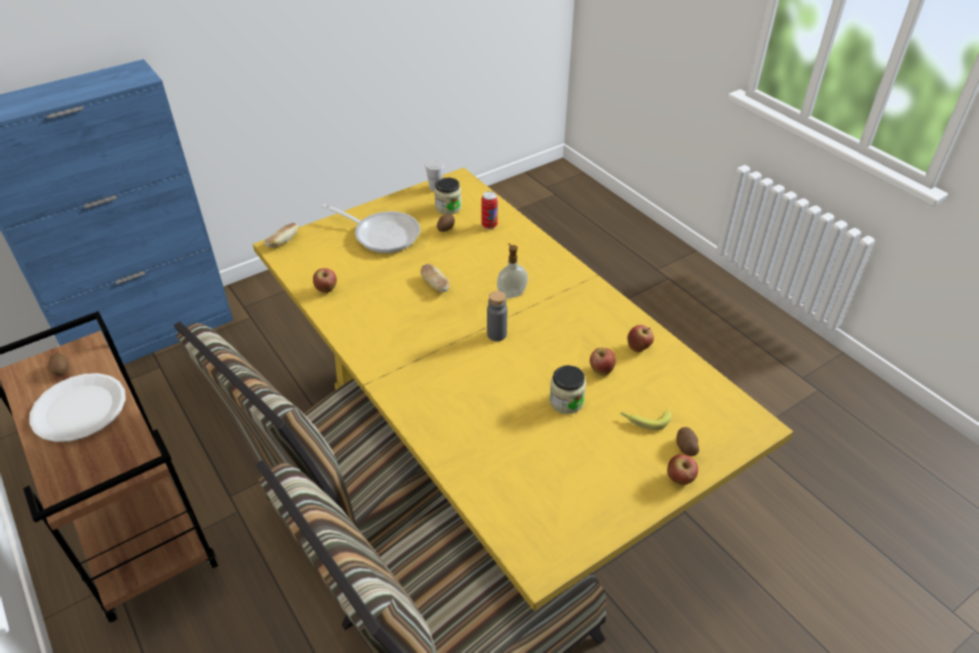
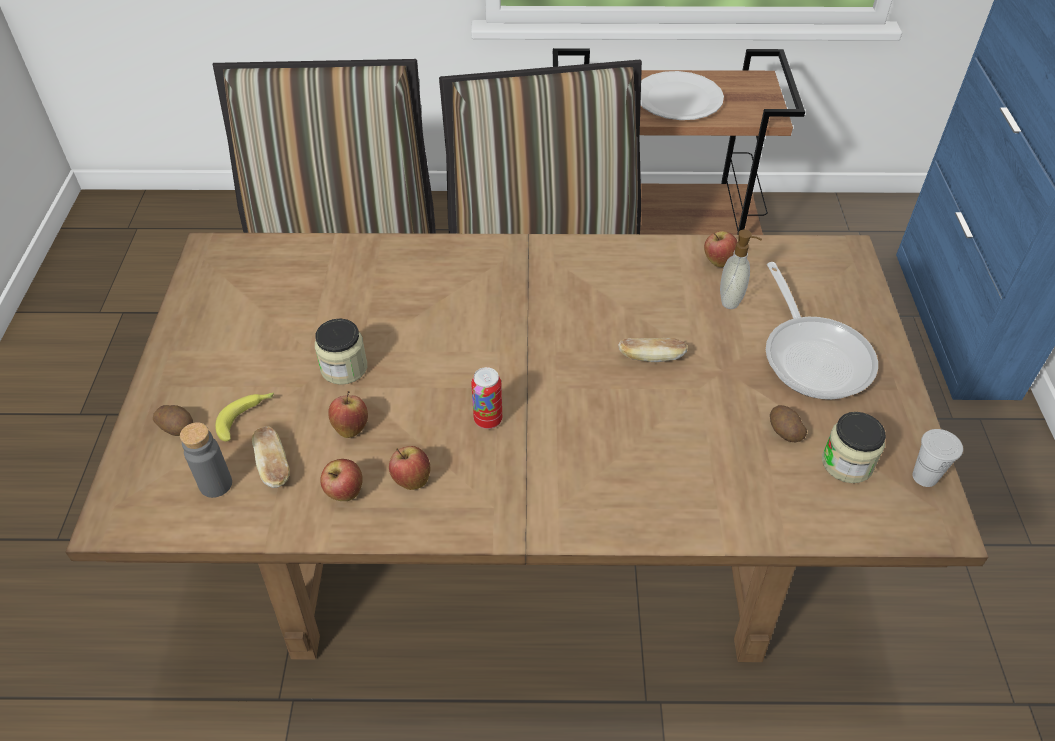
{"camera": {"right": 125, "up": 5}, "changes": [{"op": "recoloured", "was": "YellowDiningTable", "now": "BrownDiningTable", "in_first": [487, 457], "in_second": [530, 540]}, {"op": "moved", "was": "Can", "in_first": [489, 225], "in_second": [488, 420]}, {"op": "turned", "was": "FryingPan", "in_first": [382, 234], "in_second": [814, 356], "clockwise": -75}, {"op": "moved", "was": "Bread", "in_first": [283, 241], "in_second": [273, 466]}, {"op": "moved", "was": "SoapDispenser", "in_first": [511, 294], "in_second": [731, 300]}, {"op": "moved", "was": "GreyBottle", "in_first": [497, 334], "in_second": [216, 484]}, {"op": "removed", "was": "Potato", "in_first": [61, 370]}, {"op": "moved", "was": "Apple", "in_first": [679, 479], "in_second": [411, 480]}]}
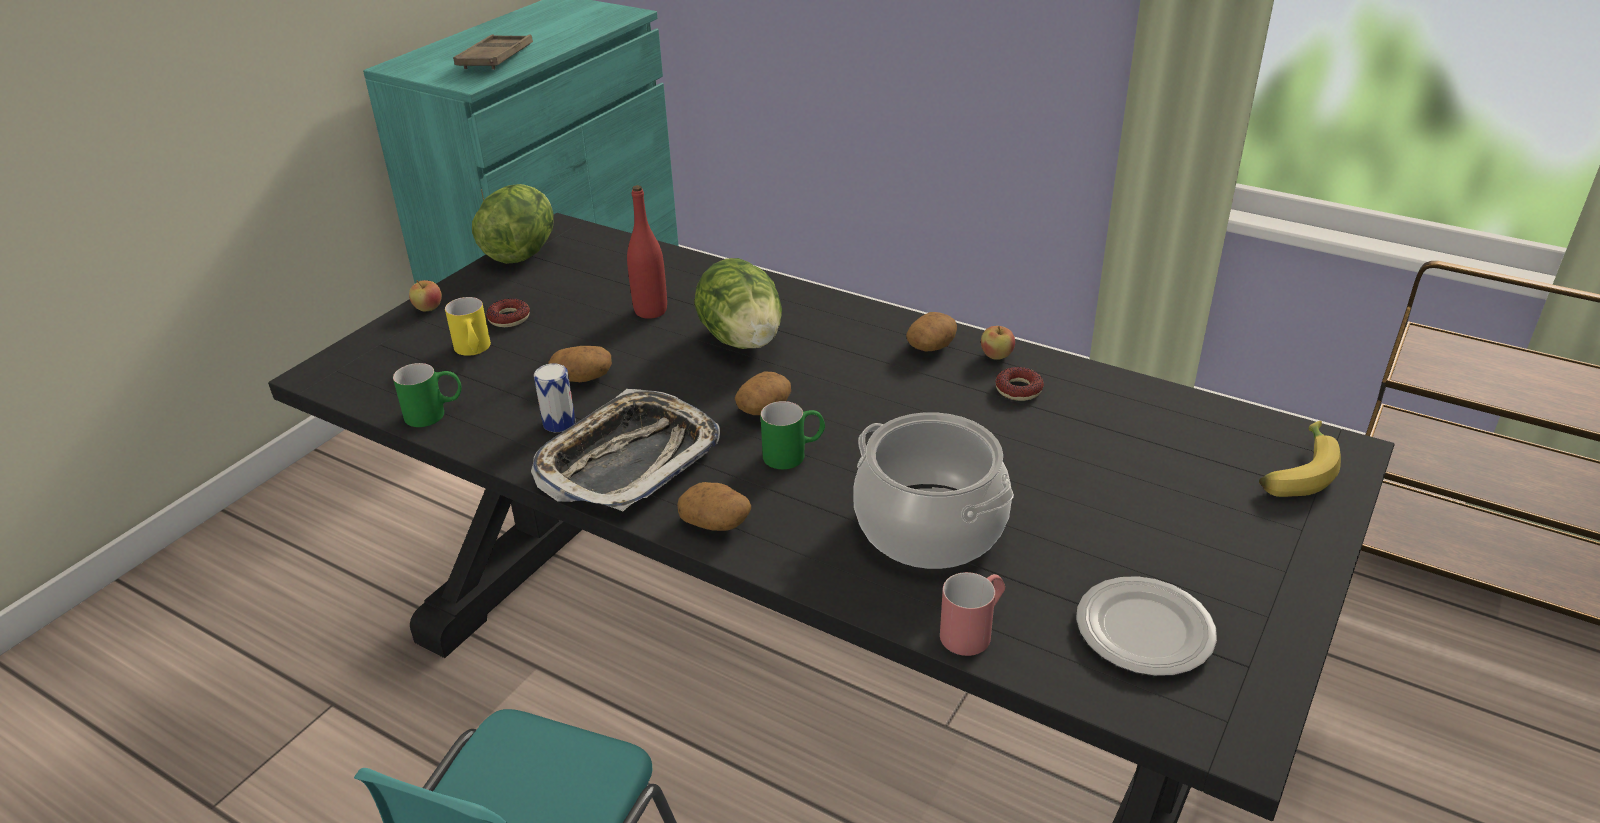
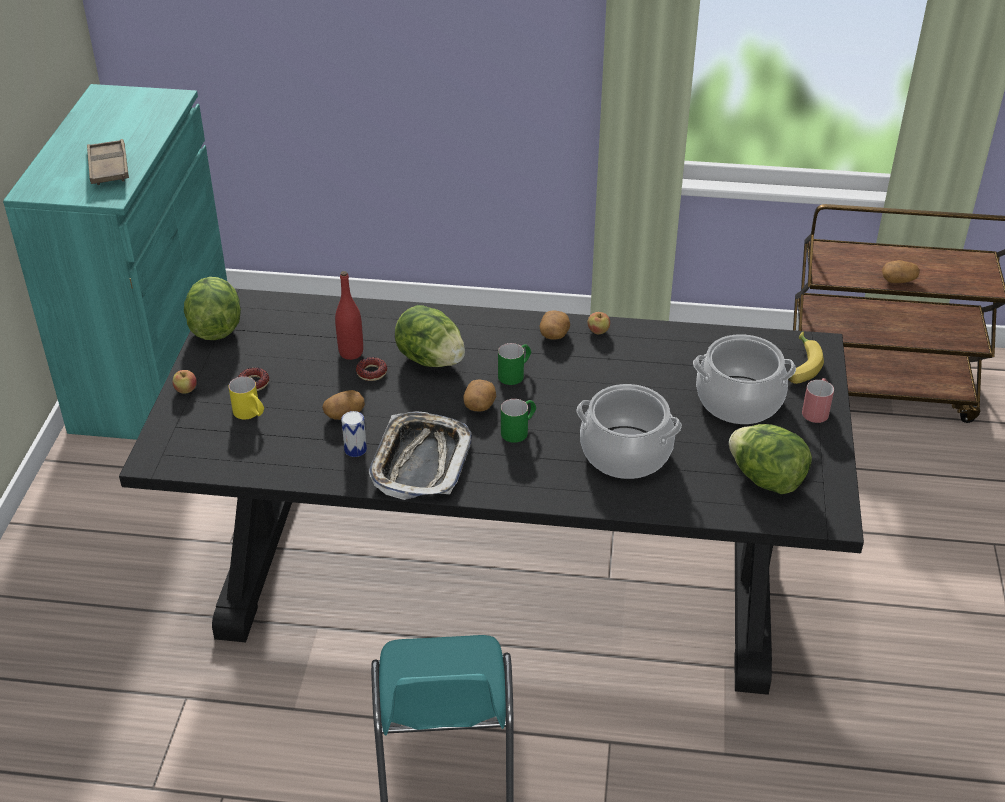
{"camera": {"right": -25, "up": 5}, "changes": [{"op": "moved", "was": "GreenMug", "in_first": [435, 413], "in_second": [515, 373]}, {"op": "moved", "was": "Donut", "in_first": [1018, 389], "in_second": [371, 372]}, {"op": "moved", "was": "Potato", "in_first": [716, 522], "in_second": [898, 280]}, {"op": "moved", "was": "RedMug", "in_first": [973, 630], "in_second": [816, 409]}, {"op": "replaced", "was": "Plate", "now": "Lettuce", "in_first": [1143, 632], "in_second": [766, 479]}, {"op": "added", "now": "CookingPot", "in_second": [739, 401]}]}
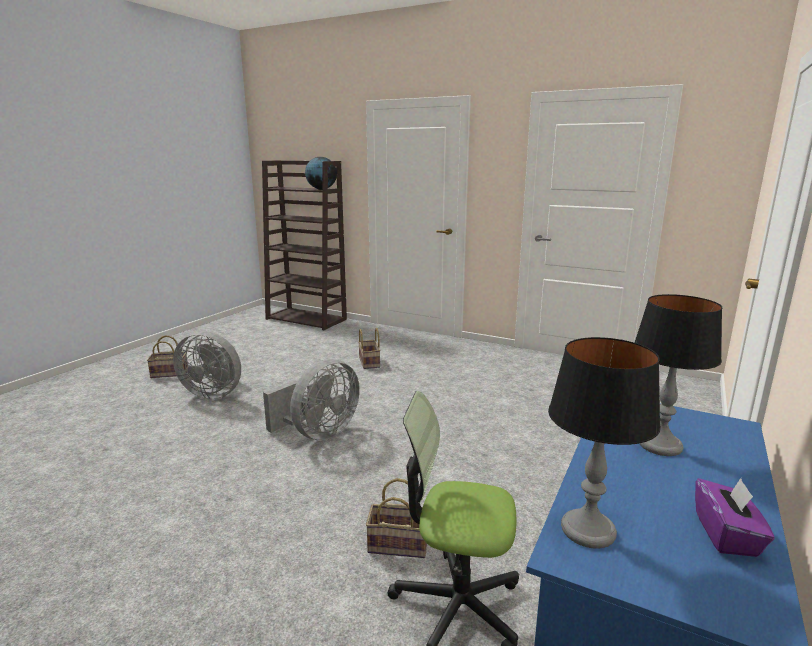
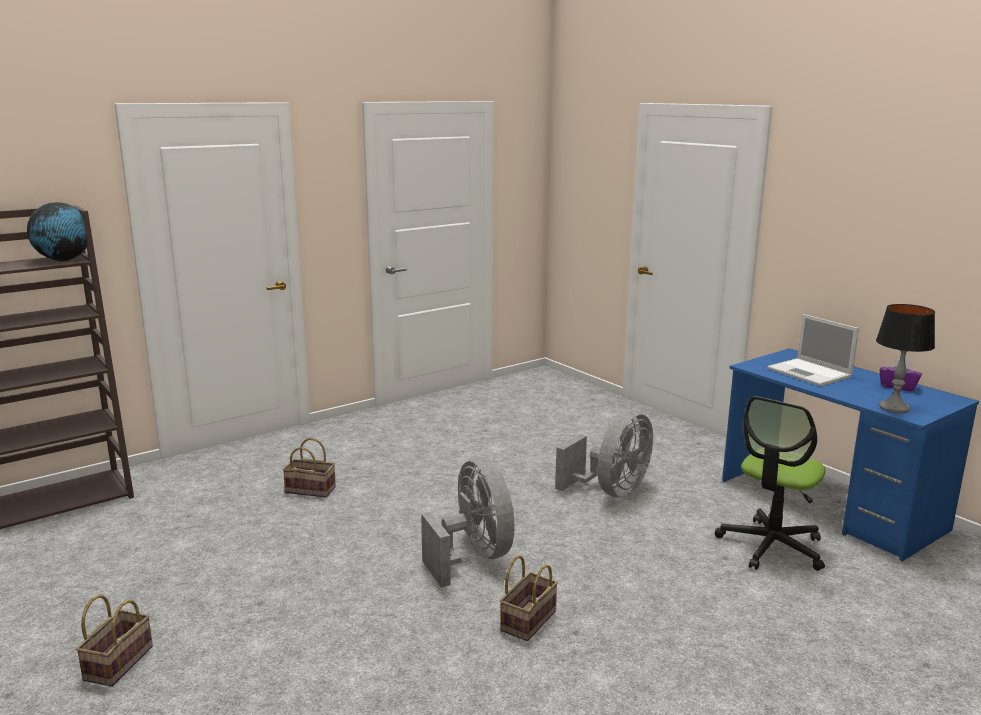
{"camera": {"right": -65, "up": 0}, "changes": [{"op": "replaced", "was": "TableLamp", "now": "Laptop", "in_first": [660, 445], "in_second": [810, 373]}, {"op": "moved", "was": "GreyFan", "in_first": [214, 393], "in_second": [612, 491]}, {"op": "moved", "was": "Basket", "in_first": [400, 544], "in_second": [528, 620]}]}
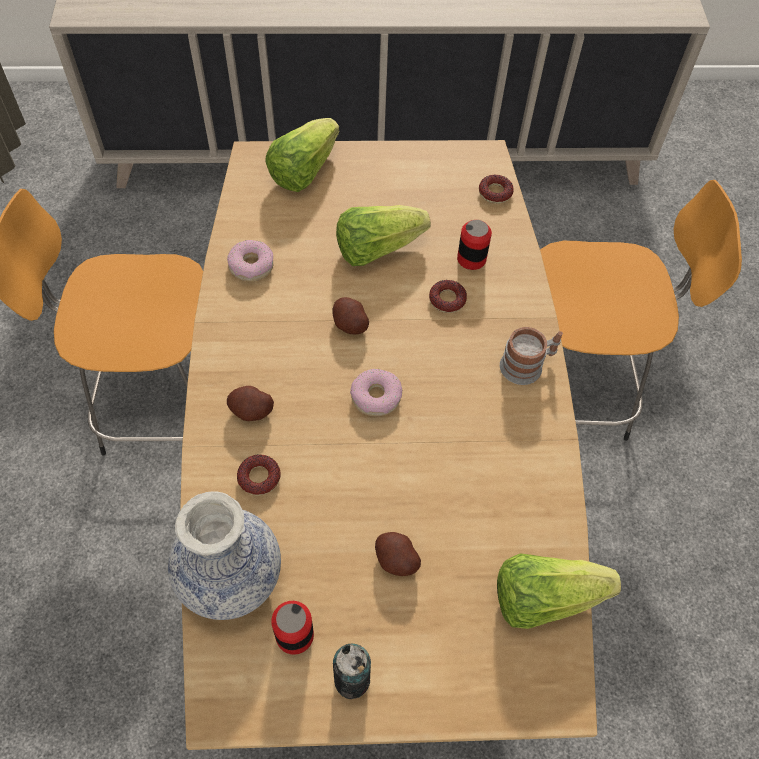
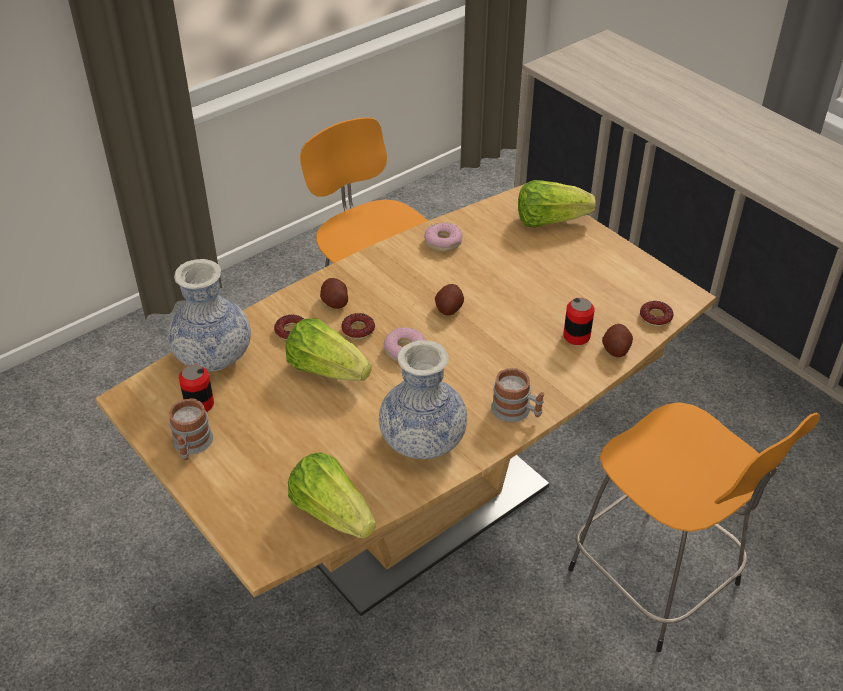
{"camera": {"right": 55, "up": -15}, "changes": [{"op": "moved", "was": "Lettuce", "in_first": [377, 248], "in_second": [326, 369]}, {"op": "moved", "was": "Donut", "in_first": [447, 299], "in_second": [358, 330]}, {"op": "moved", "was": "Potato", "in_first": [396, 560], "in_second": [616, 349]}, {"op": "replaced", "was": "Can", "now": "Mug", "in_first": [352, 680], "in_second": [191, 446]}, {"op": "added", "now": "Vase", "in_second": [423, 441]}]}
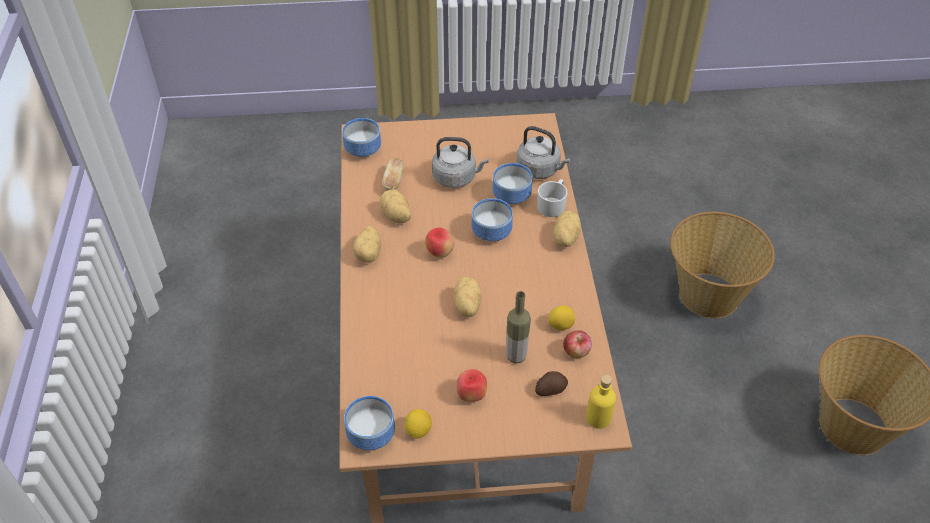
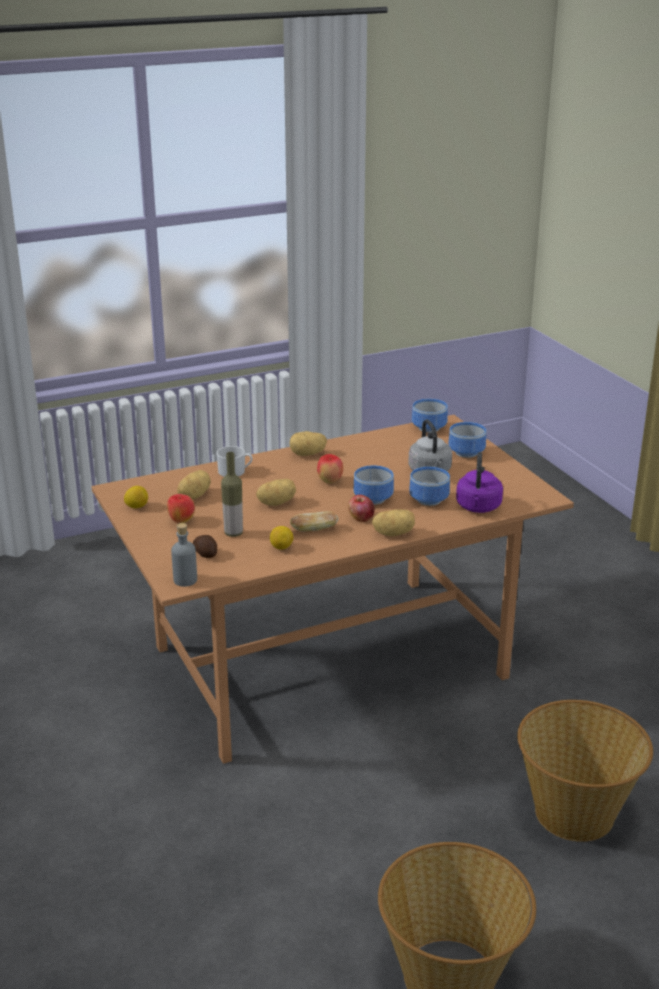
{"camera": {"right": 70, "up": -20}, "changes": [{"op": "recoloured", "was": "GreyKettle", "now": "PurpleKettle", "in_first": [540, 170], "in_second": [478, 508]}, {"op": "moved", "was": "Bread", "in_first": [393, 181], "in_second": [314, 529]}, {"op": "moved", "was": "WhiteMug", "in_first": [552, 205], "in_second": [235, 472]}, {"op": "moved", "was": "Potato", "in_first": [396, 216], "in_second": [193, 496]}, {"op": "moved", "was": "Apple", "in_first": [576, 352], "in_second": [361, 517]}, {"op": "recoloured", "was": "YellowBottle", "now": "GreyBottle", "in_first": [598, 418], "in_second": [185, 580]}, {"op": "moved", "was": "Bowl", "in_first": [373, 435], "in_second": [467, 453]}]}
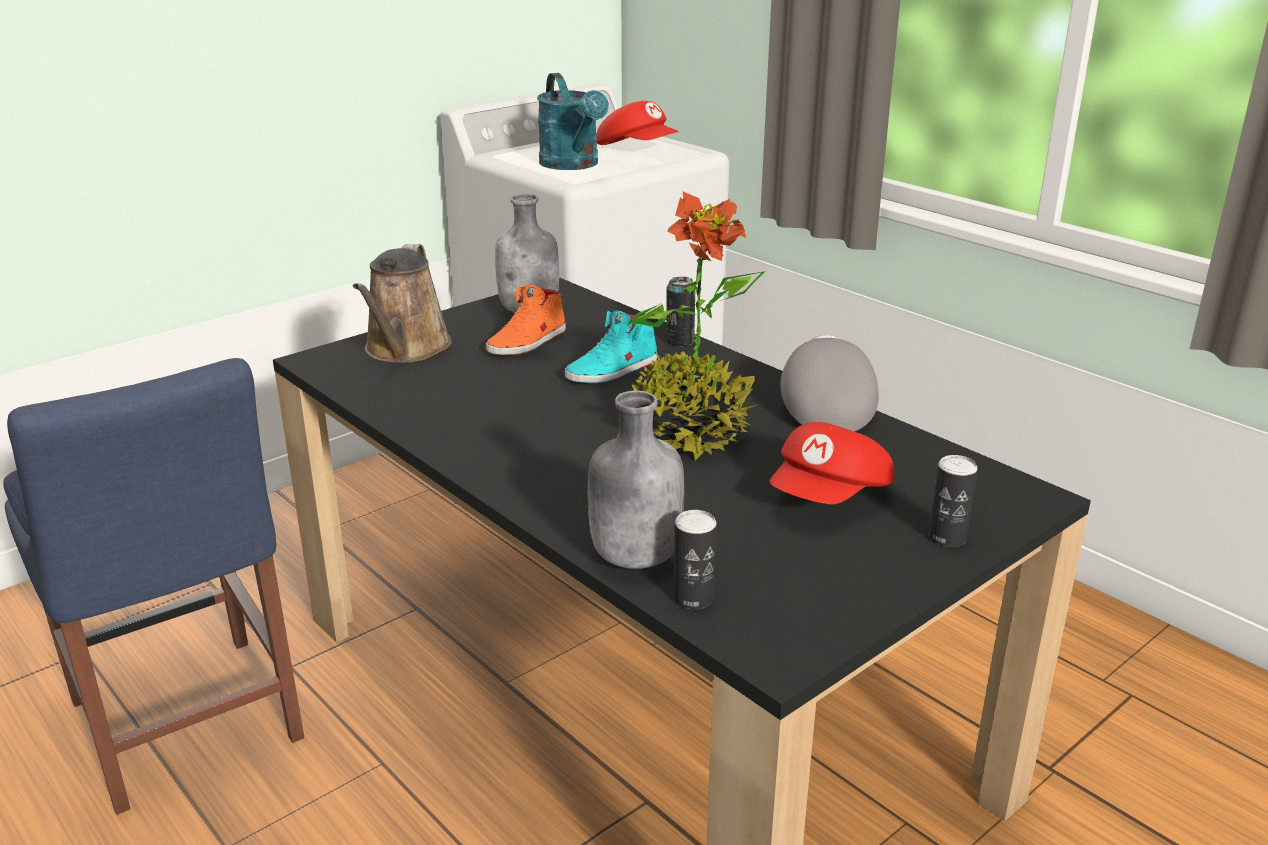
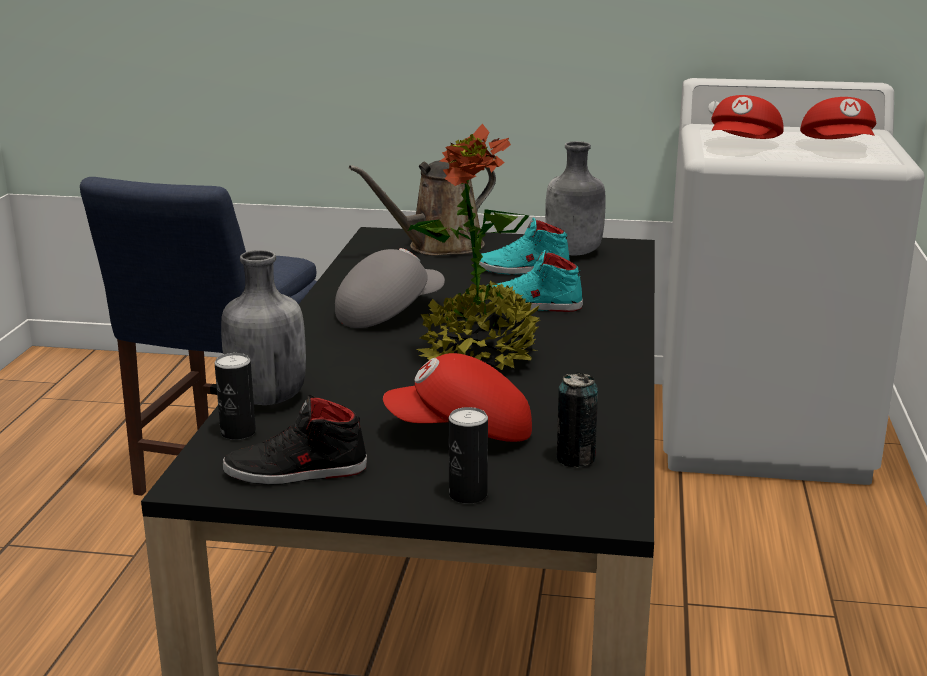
{"camera": {"right": 50, "up": -5}, "changes": [{"op": "replaced", "was": "TurquoiseWateringCan", "now": "RedCap", "in_first": [573, 165], "in_second": [744, 146]}, {"op": "moved", "was": "Can", "in_first": [680, 341], "in_second": [575, 459]}, {"op": "recoloured", "was": "OrangeShoe", "now": "TurquoiseShoe", "in_first": [528, 342], "in_second": [522, 269]}, {"op": "moved", "was": "GreyCap", "in_first": [823, 408], "in_second": [388, 312]}, {"op": "added", "now": "BlackShoe", "in_second": [296, 472]}]}
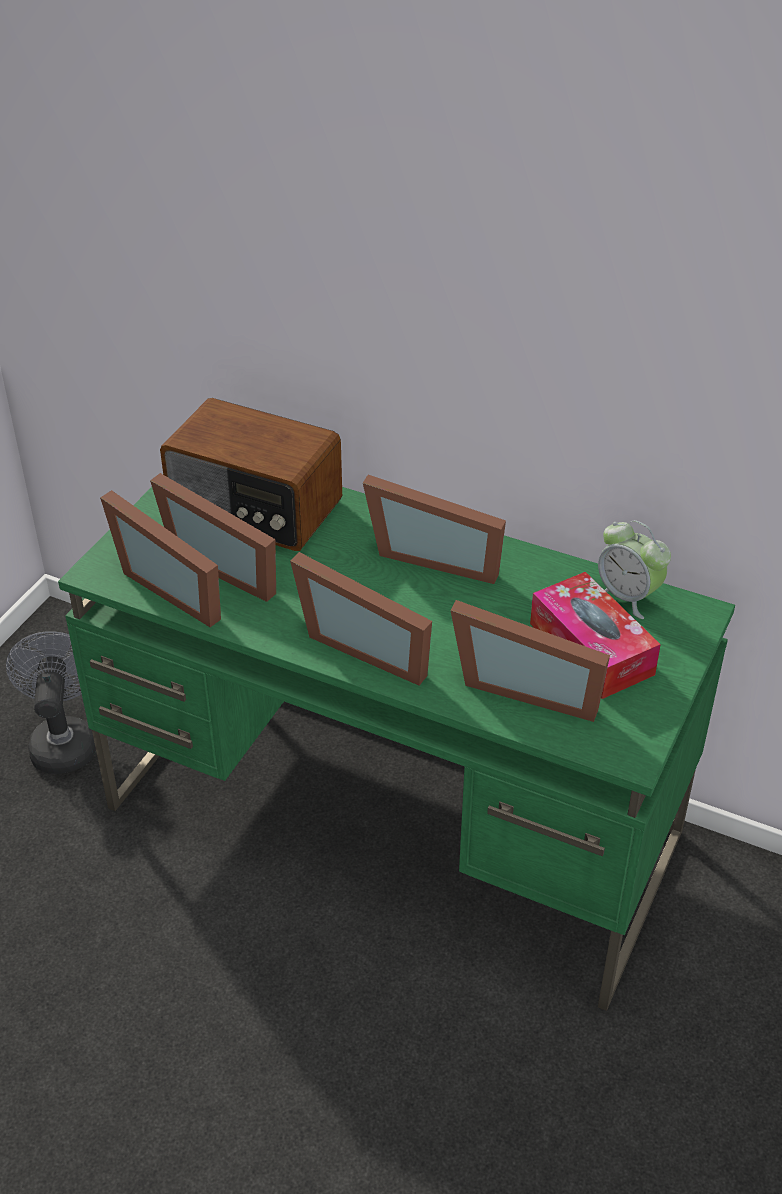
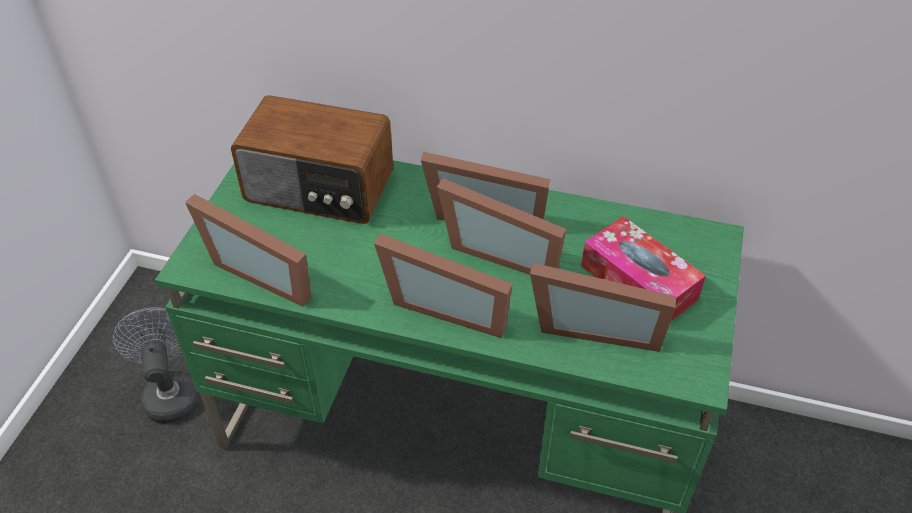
{"camera": {"right": -10, "up": 5}, "changes": [{"op": "moved", "was": "PictureFrame", "in_first": [226, 564], "in_second": [502, 251]}, {"op": "removed", "was": "AlarmClock", "in_first": [628, 596]}]}
